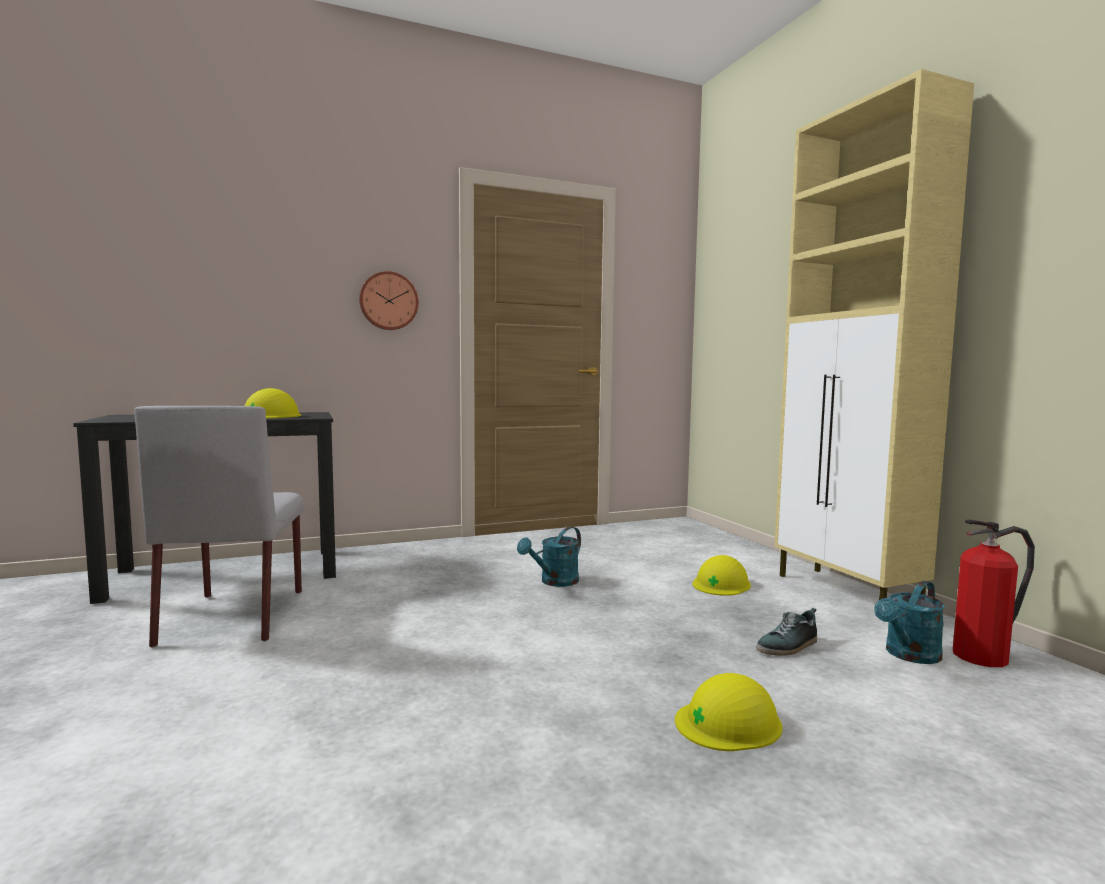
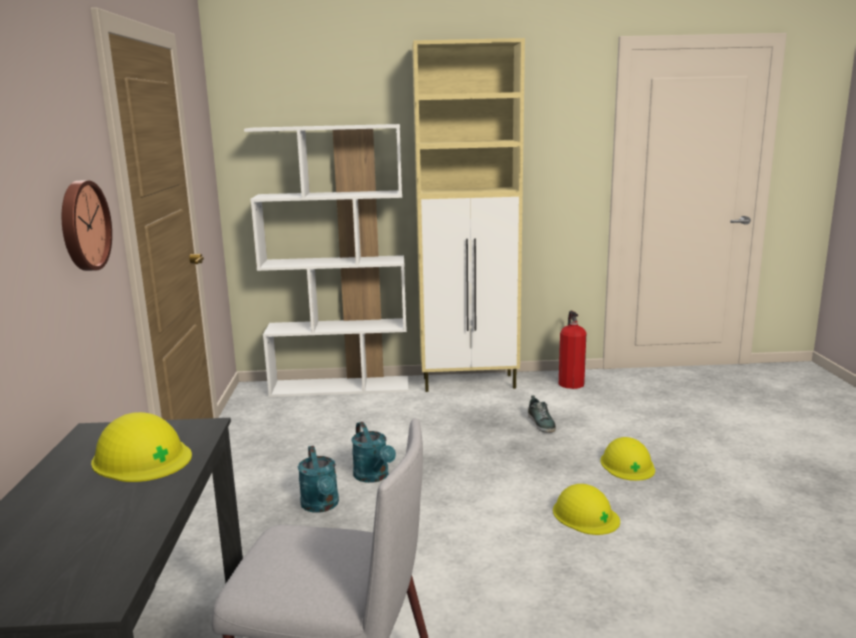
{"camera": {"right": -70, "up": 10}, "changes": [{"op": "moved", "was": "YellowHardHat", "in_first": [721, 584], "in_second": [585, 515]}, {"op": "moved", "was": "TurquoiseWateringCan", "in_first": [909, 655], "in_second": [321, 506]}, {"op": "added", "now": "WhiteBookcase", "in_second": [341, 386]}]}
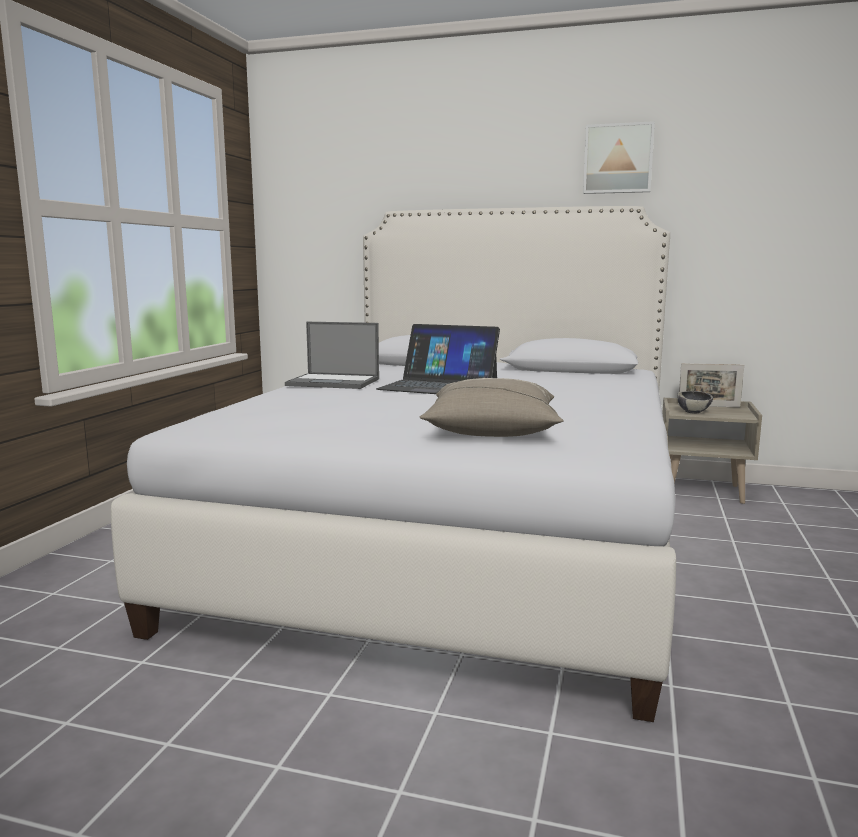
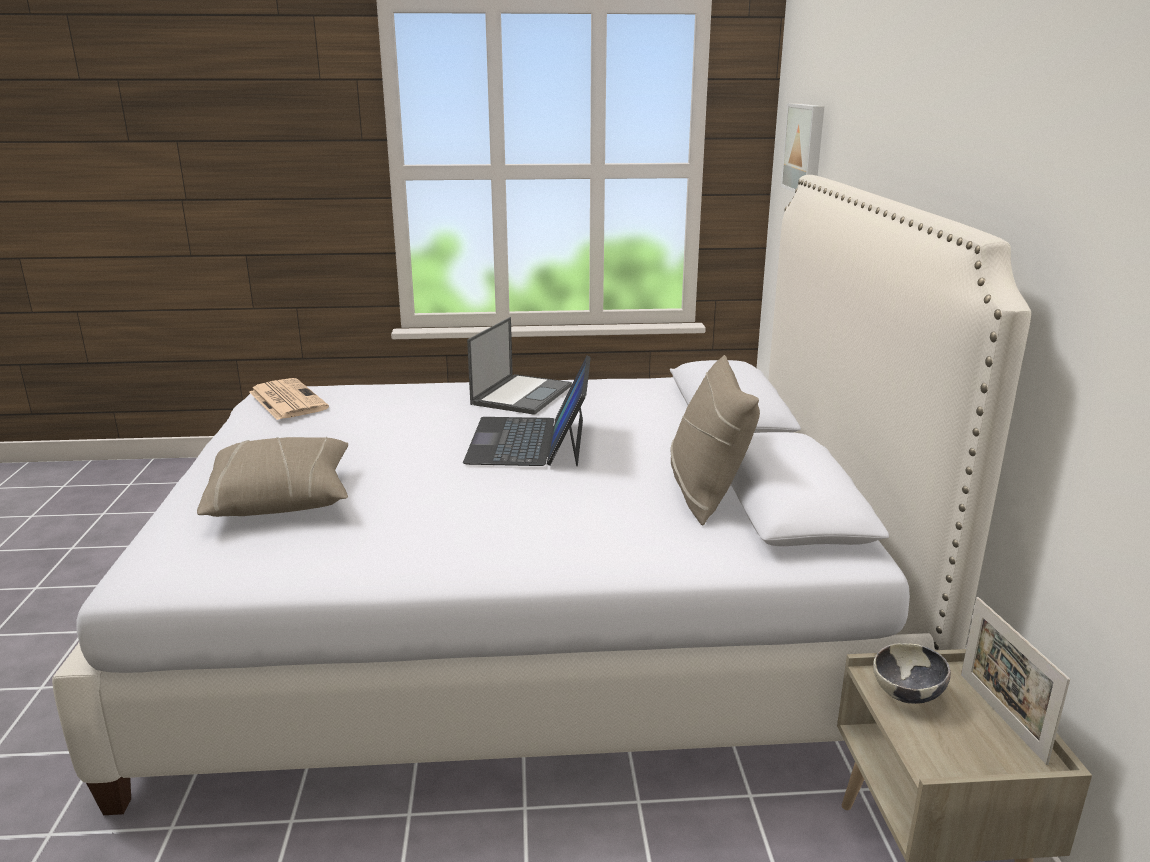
{"camera": {"right": 70, "up": 10}, "changes": [{"op": "moved", "was": "Picture", "in_first": [618, 159], "in_second": [806, 148]}, {"op": "turned", "was": "Laptop", "in_first": [334, 382], "in_second": [522, 394], "clockwise": -150}, {"op": "added", "now": "BeigePillow", "in_second": [706, 493]}, {"op": "added", "now": "Newspaper", "in_second": [286, 400]}]}
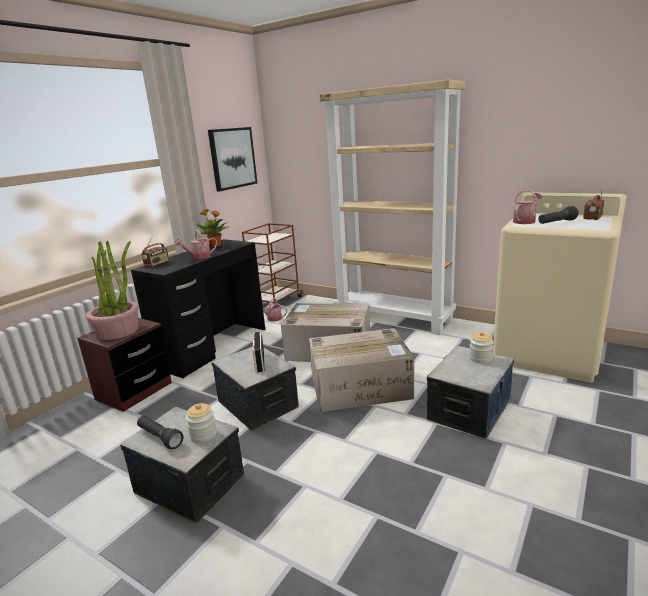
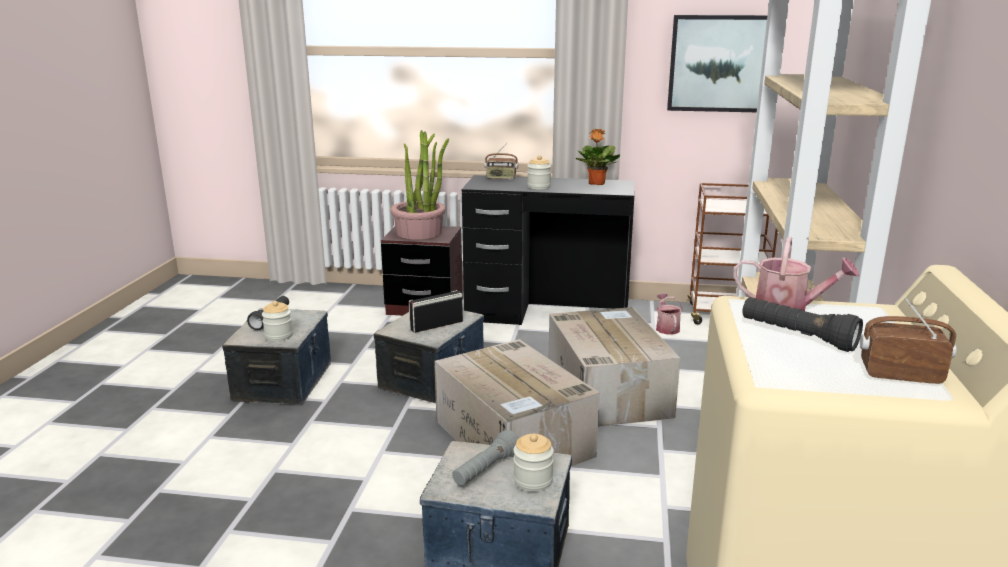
{"camera": {"right": 65, "up": 0}, "changes": [{"op": "replaced", "was": "WateringCan", "now": "Jar", "in_first": [199, 257], "in_second": [539, 187]}, {"op": "added", "now": "GreyFlashlight", "in_second": [486, 470]}]}
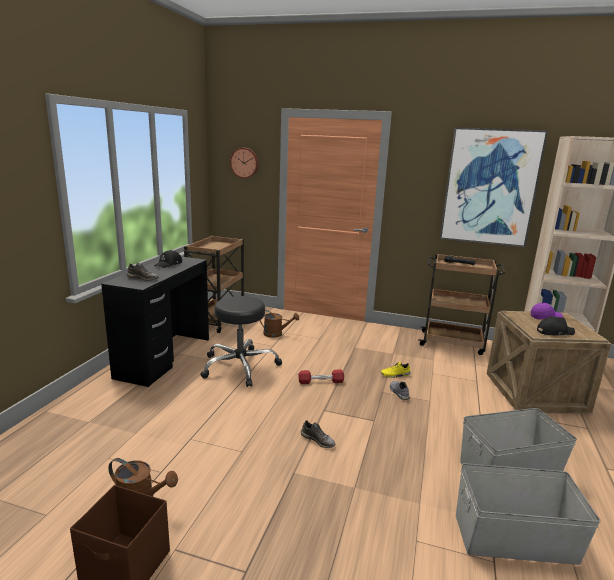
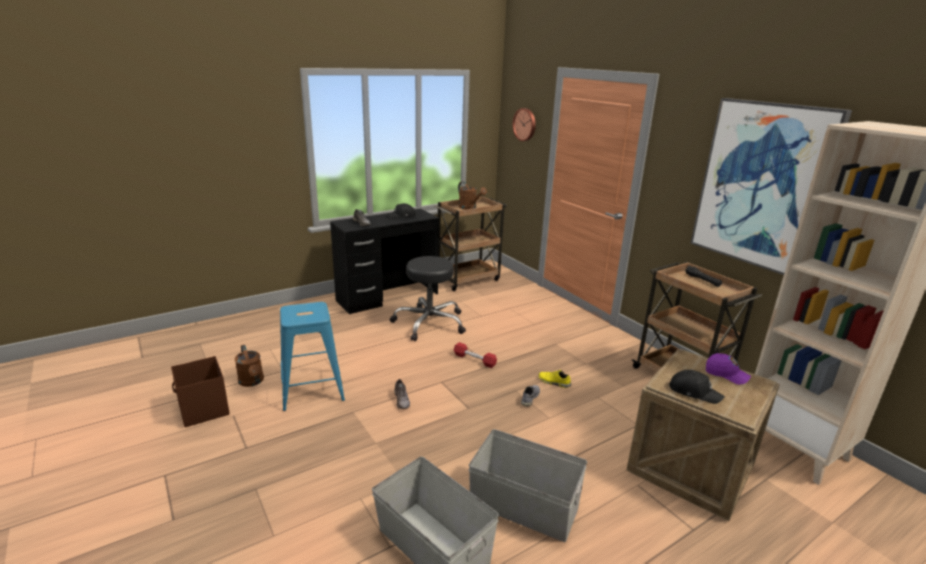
{"camera": {"right": 40, "up": 5}, "changes": [{"op": "moved", "was": "BrownWateringCan", "in_first": [276, 334], "in_second": [470, 208]}, {"op": "added", "now": "BlueStool", "in_second": [311, 389]}]}
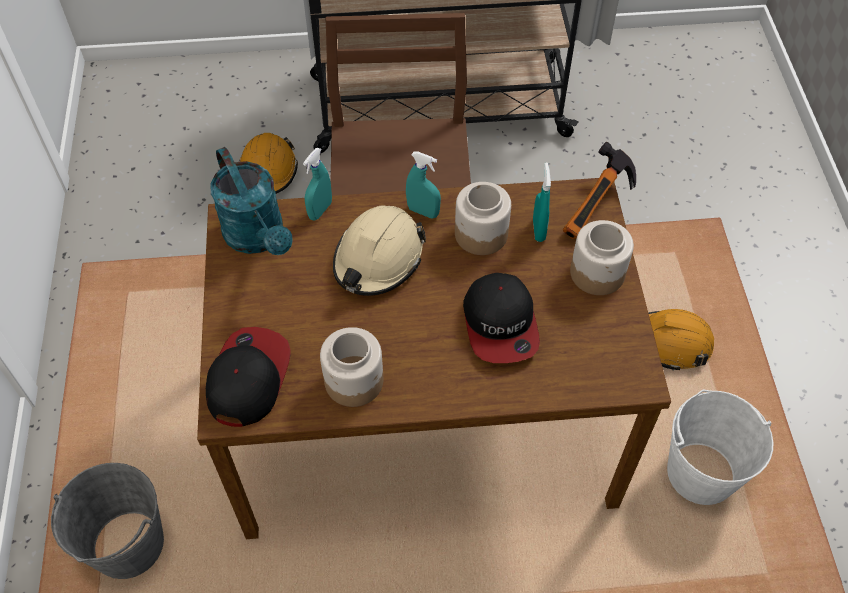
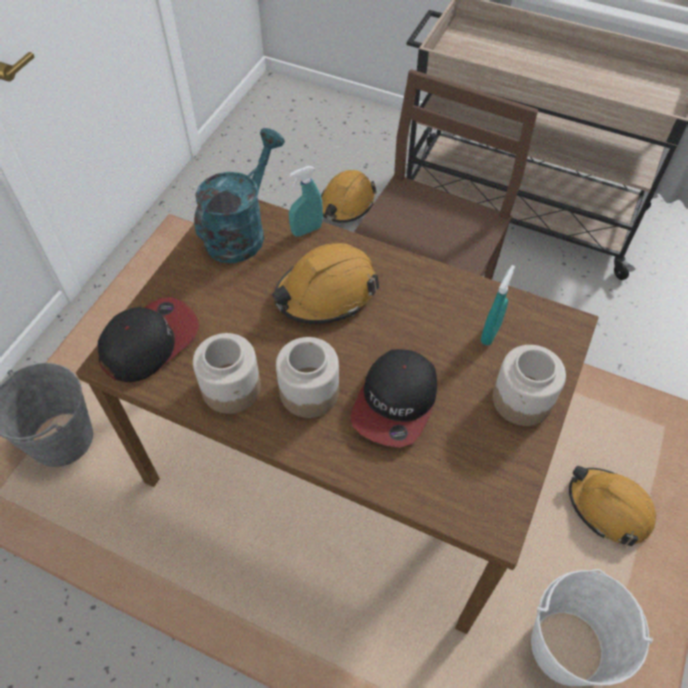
{"camera": {"right": 30, "up": 0}, "changes": [{"op": "removed", "was": "Hammer", "in_first": [599, 208]}, {"op": "turned", "was": "TurquoiseWateringCan", "in_first": [259, 238], "in_second": [241, 231], "clockwise": -150}, {"op": "removed", "was": "TurquoiseSprayBottle", "in_first": [423, 211]}, {"op": "moved", "was": "Jar", "in_first": [480, 233], "in_second": [309, 391]}, {"op": "recoloured", "was": "BeigeHardHat", "now": "OrangeHardHat", "in_first": [378, 259], "in_second": [326, 293]}]}
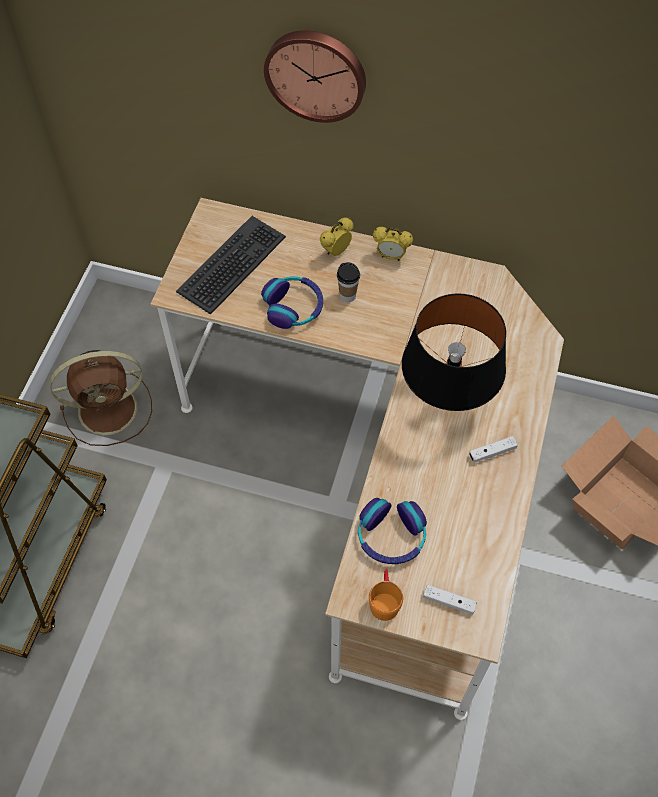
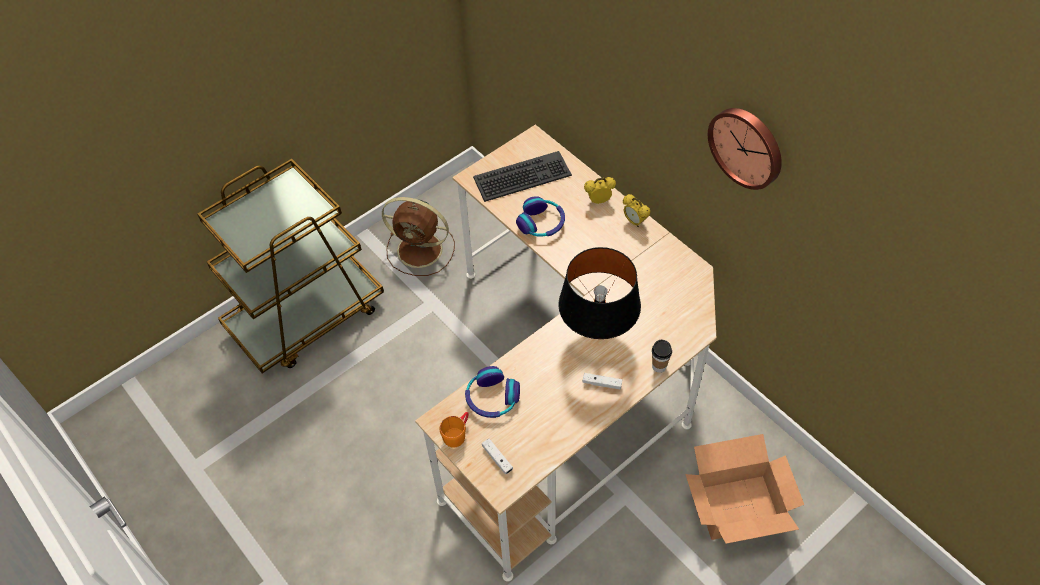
{"camera": {"right": 35, "up": -5}, "changes": [{"op": "moved", "was": "WallClock", "in_first": [316, 73], "in_second": [747, 146]}, {"op": "moved", "was": "Cup", "in_first": [347, 296], "in_second": [659, 366]}]}
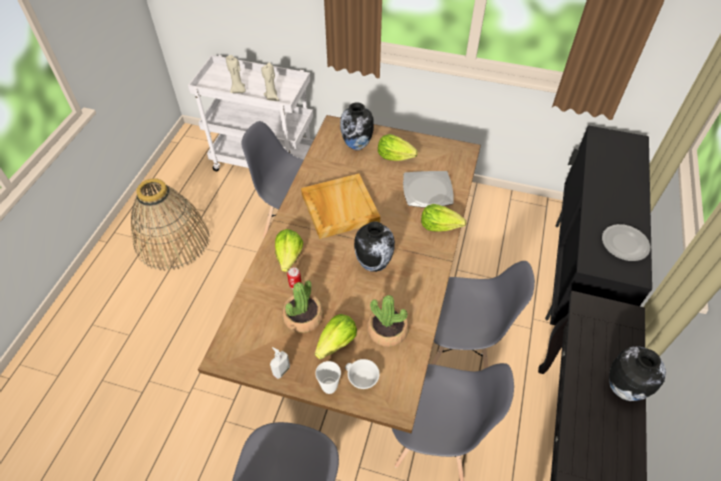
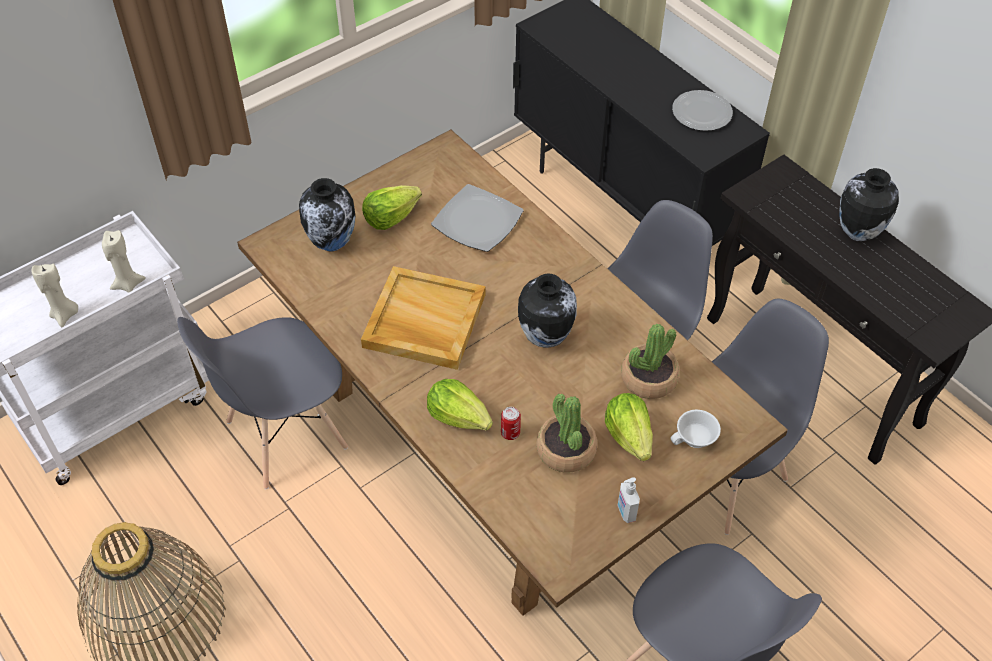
{"camera": {"right": -55, "up": 0}, "changes": [{"op": "removed", "was": "Lettuce", "in_first": [440, 225]}, {"op": "removed", "was": "Cup", "in_first": [329, 387]}]}
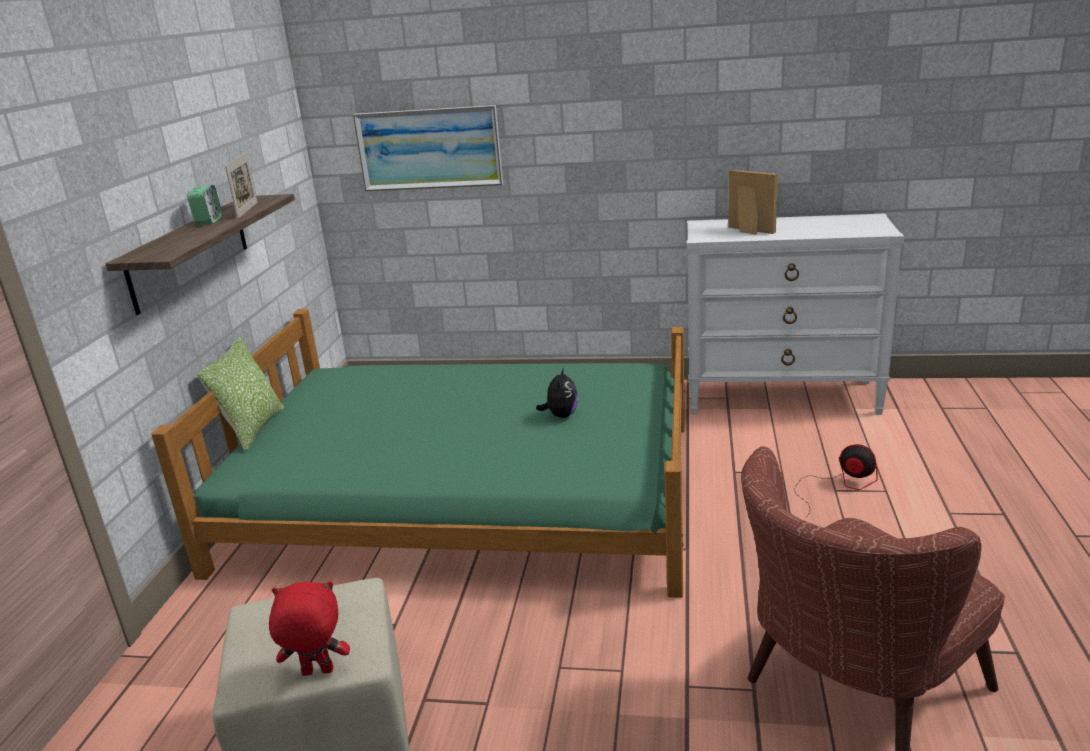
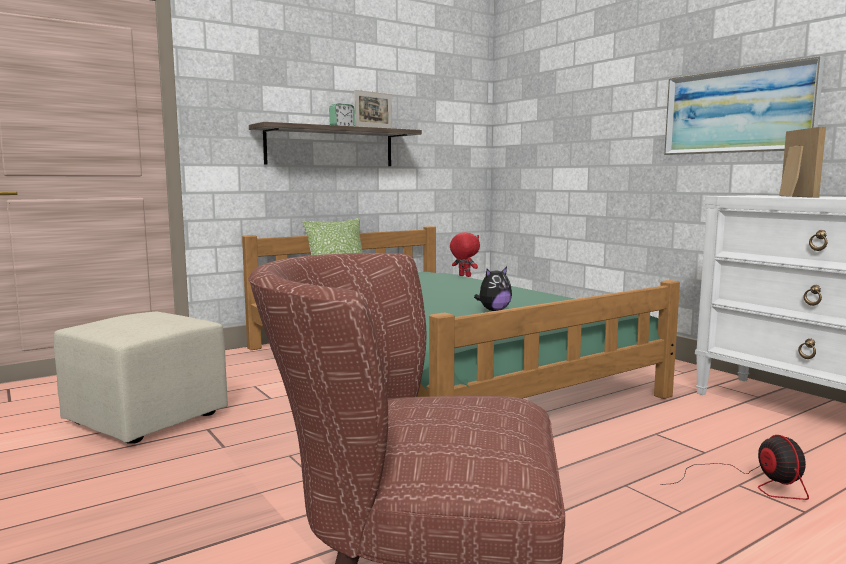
{"camera": {"right": 45, "up": -15}, "changes": [{"op": "moved", "was": "Picture", "in_first": [429, 148], "in_second": [737, 111]}, {"op": "moved", "was": "RedPlushToy", "in_first": [317, 673], "in_second": [464, 276]}]}
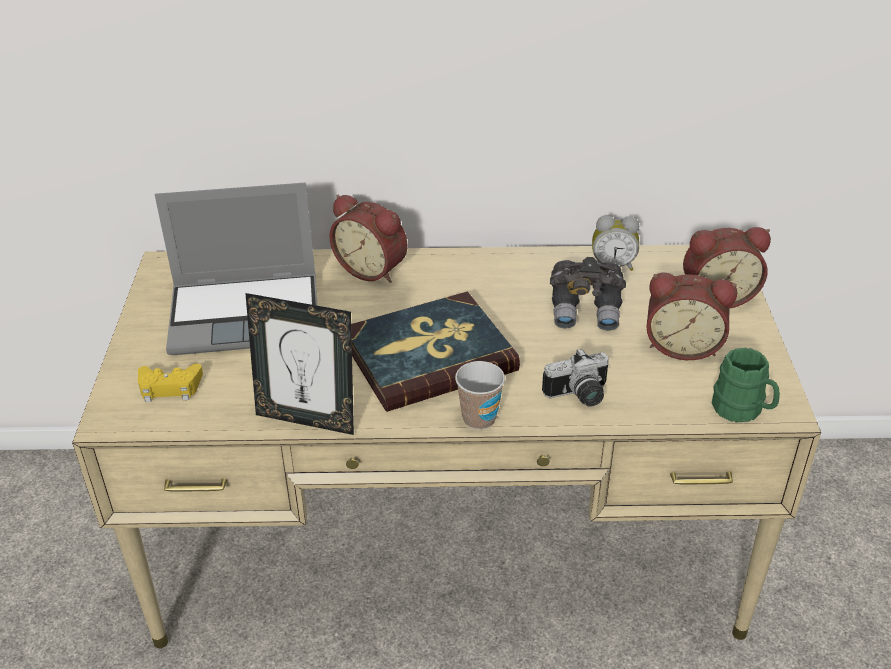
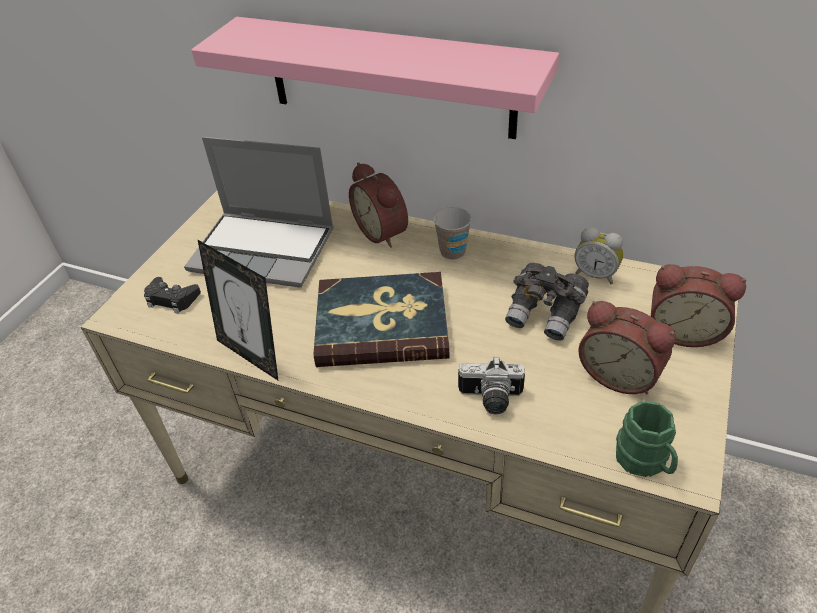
{"camera": {"right": 25, "up": 5}, "changes": [{"op": "moved", "was": "Cup", "in_first": [479, 418], "in_second": [452, 252]}, {"op": "recoloured", "was": "YellowGameController", "now": "BlackGameController", "in_first": [170, 387], "in_second": [172, 299]}, {"op": "added", "now": "PinkShelf", "in_second": [389, 77]}]}
